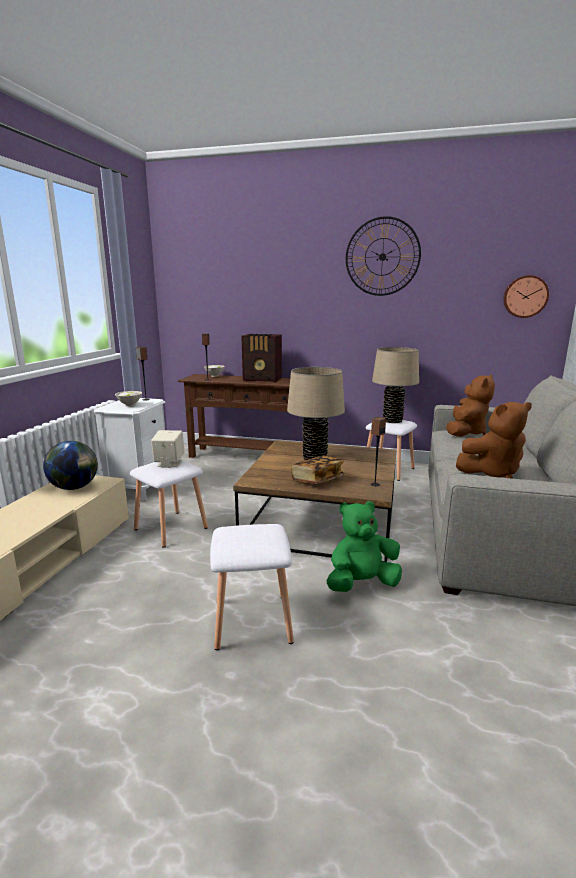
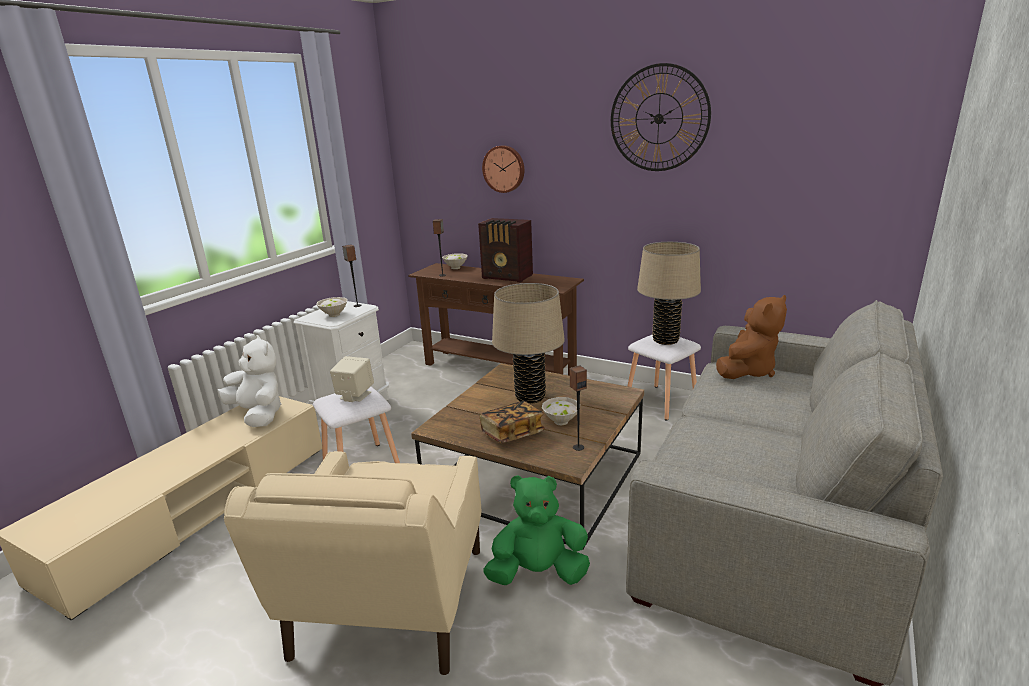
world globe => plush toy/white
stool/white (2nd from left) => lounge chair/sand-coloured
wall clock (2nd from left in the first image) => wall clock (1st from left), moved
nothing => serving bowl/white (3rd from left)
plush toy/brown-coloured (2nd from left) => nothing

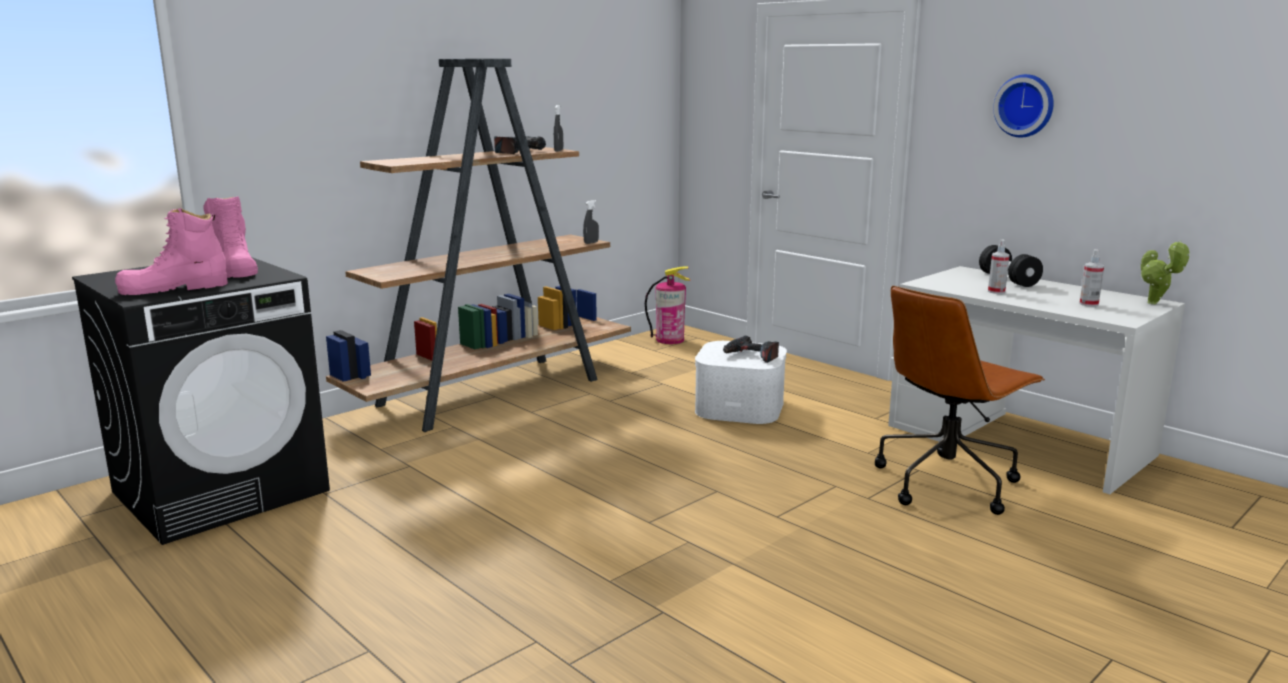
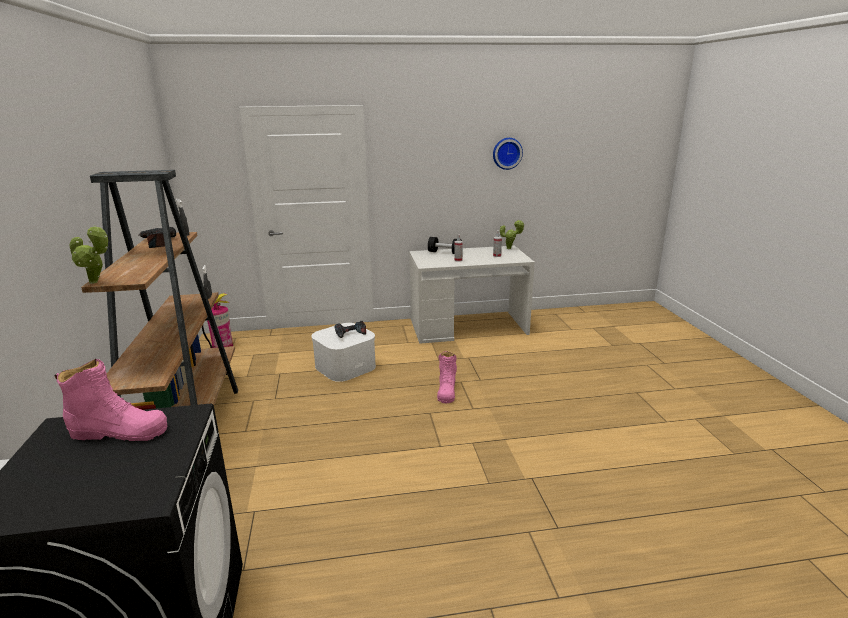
nothing => potted plant (1st from left)
high-top boot/pinkish (1st from left in the first image) => high-top boot/pinkish (2nd from left), moved
wall clock, moved
desk chair/brown-coloured => nothing

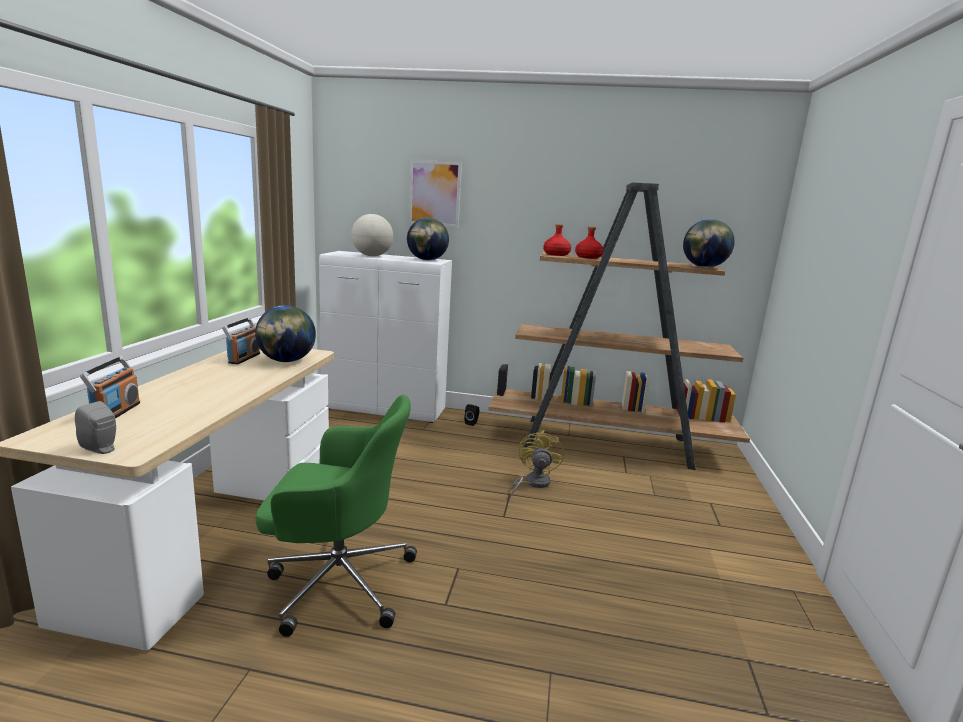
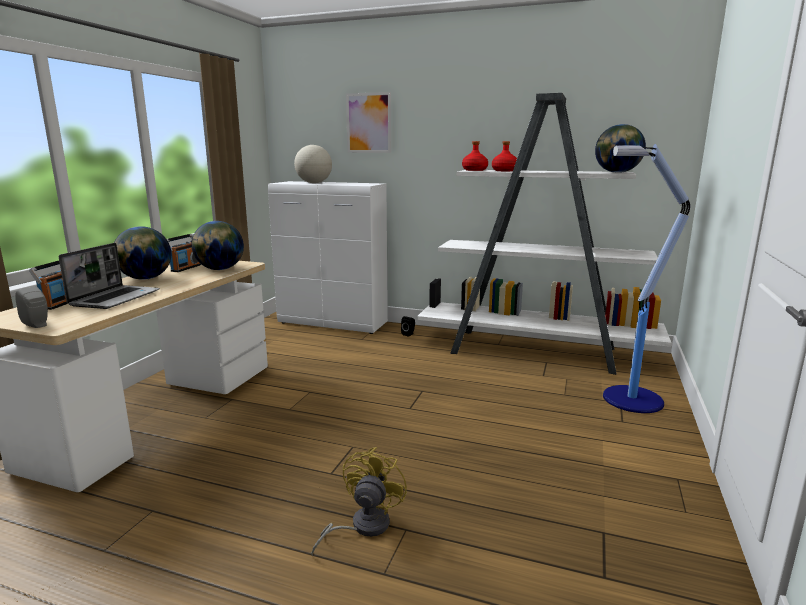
nothing => portable computer
world globe (3rd from left in the first image) => world globe (1st from left), moved
cooling fan/yellowish, moved
shelving unit/brown-coloured => shelving unit/white
nothing => floor lamp
desk chair/green-coloured => nothing

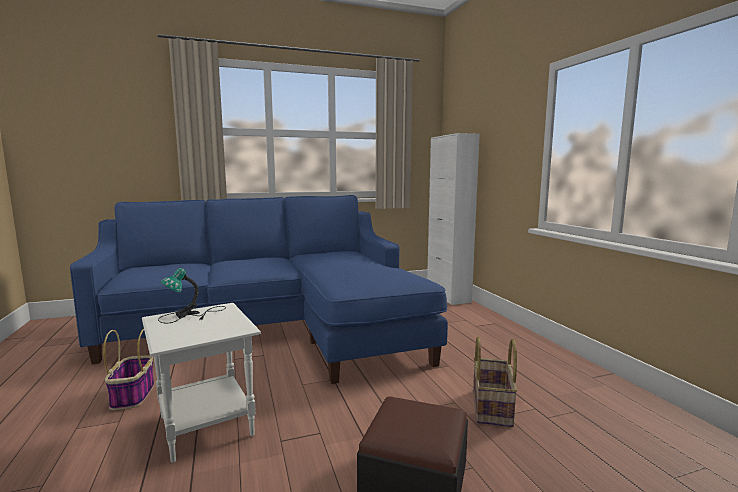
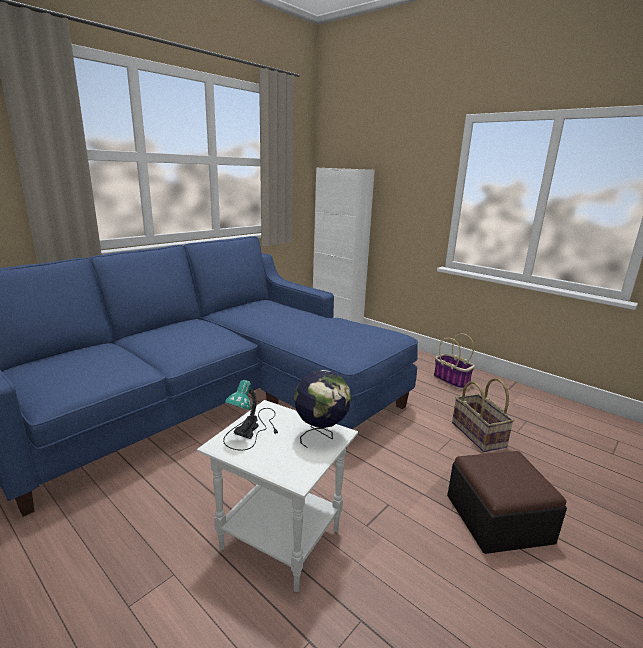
nothing => world globe
household basket (1st from left), moved

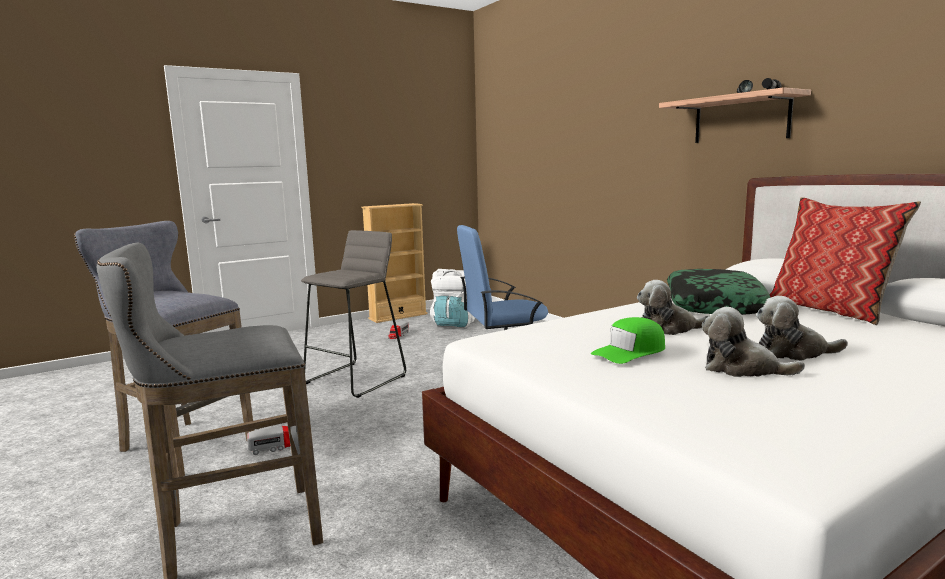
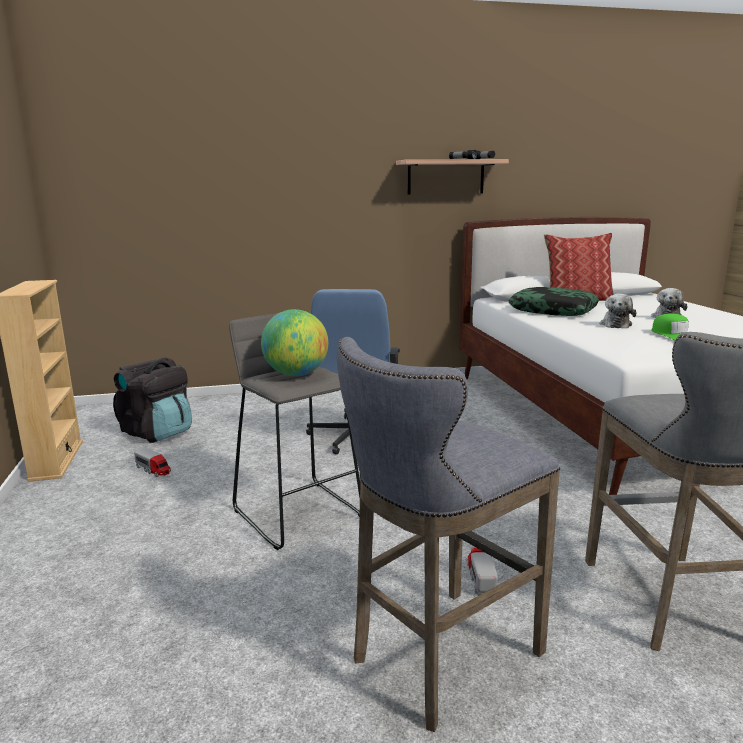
backpack/white => backpack/black-coloured
nothing => world globe
plush toy (2nd from left) => nothing

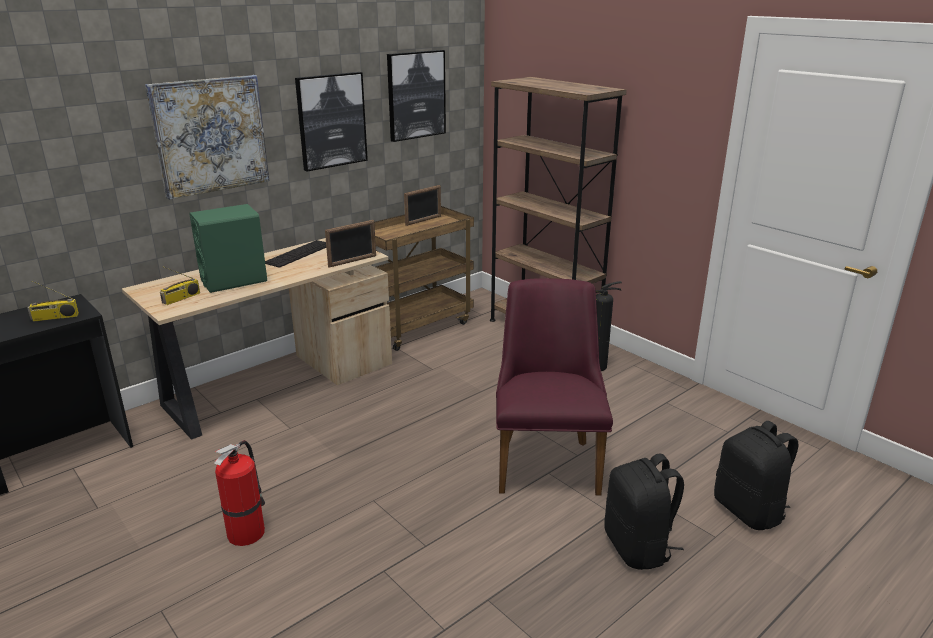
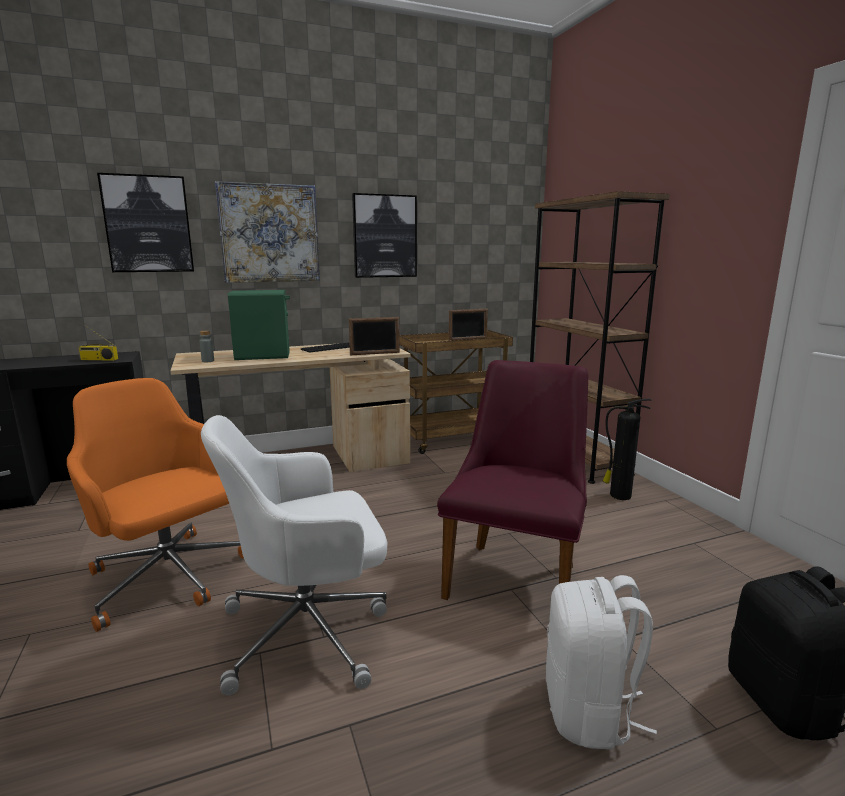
extinguisher (1st from left) => desk chair/orange-coloured
picture (3rd from left in the first image) => picture (1st from left), moved
radio set (2nd from left) => bottle/grey
nothing => desk chair/white
backpack/black-coloured (1st from left) => backpack/white

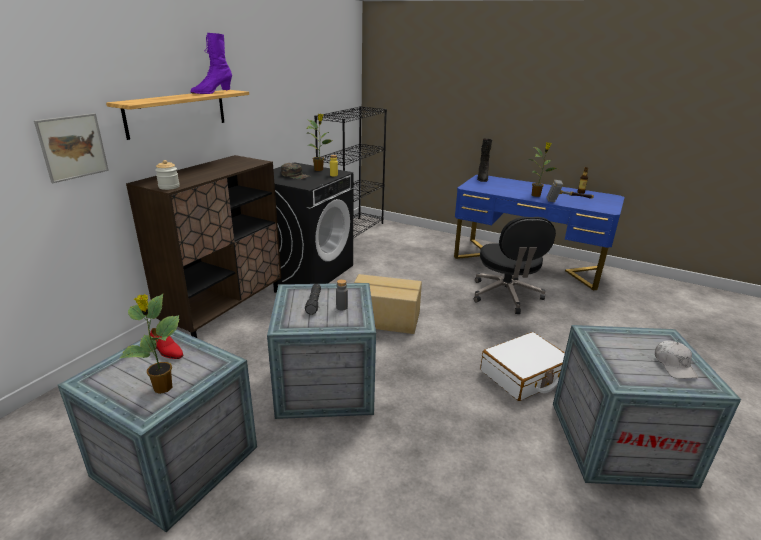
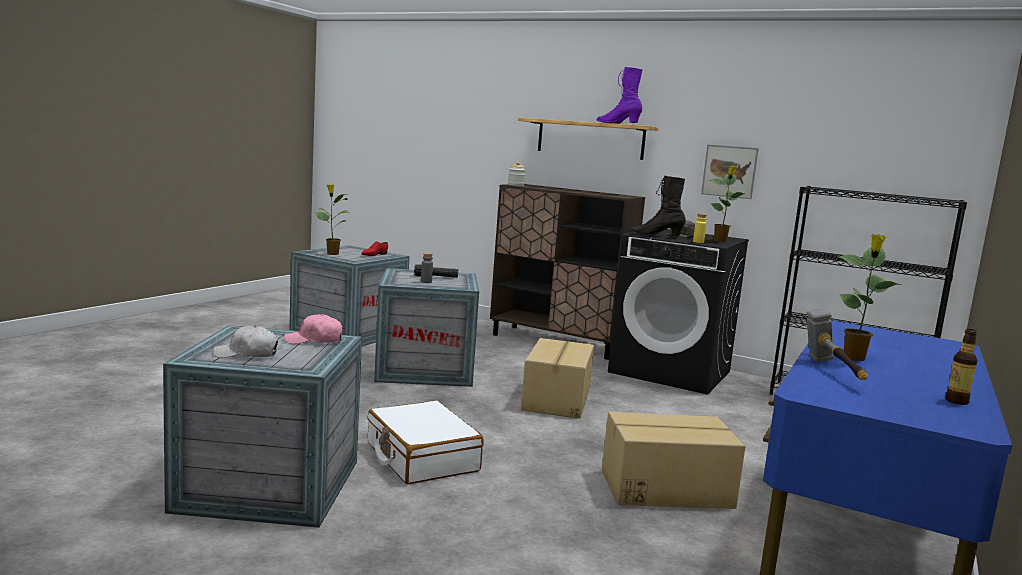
nothing => peaked cap/pinkish
desk chair/black-coloured => carton (2nd from left)
high-top boot/black-coloured, moved
picture, moved

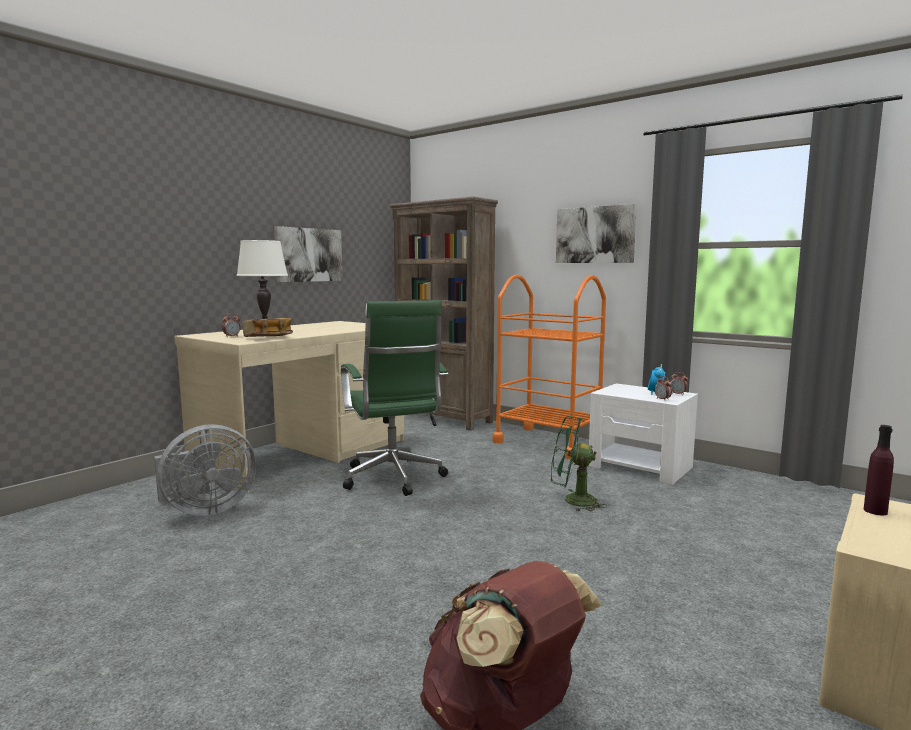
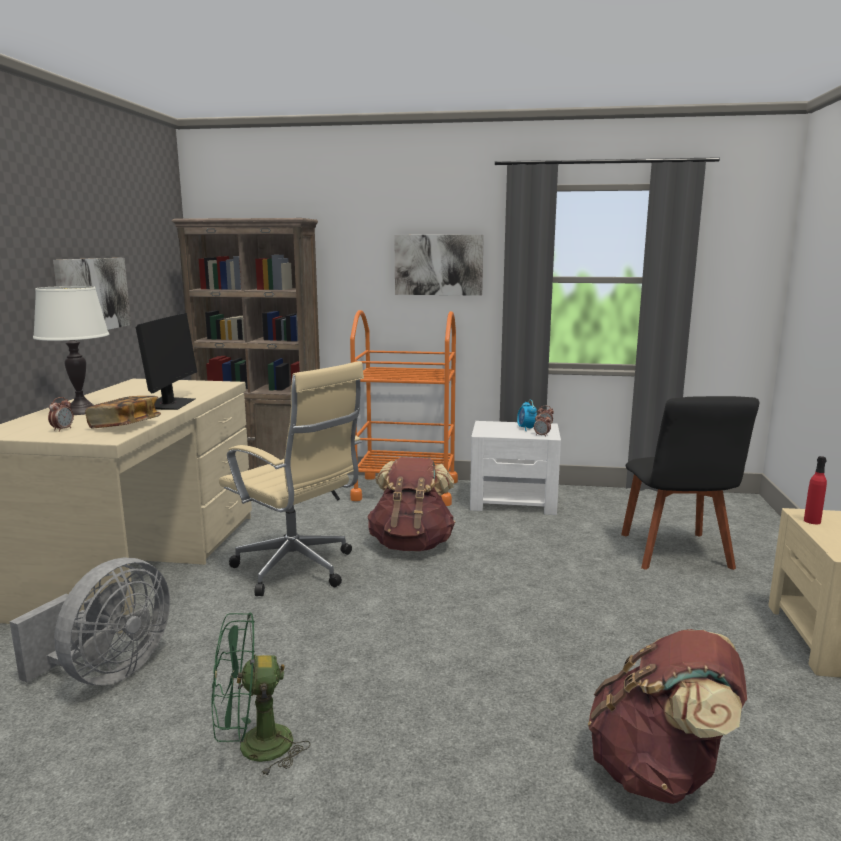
nothing => computer display
cooling fan/green-coloured, moved
desk chair/green-coloured => desk chair/sand-coloured
nothing => backpack/brown-coloured (1st from left)
nothing => upright chair/black-coloured
bottle/purple => bottle/red-coloured

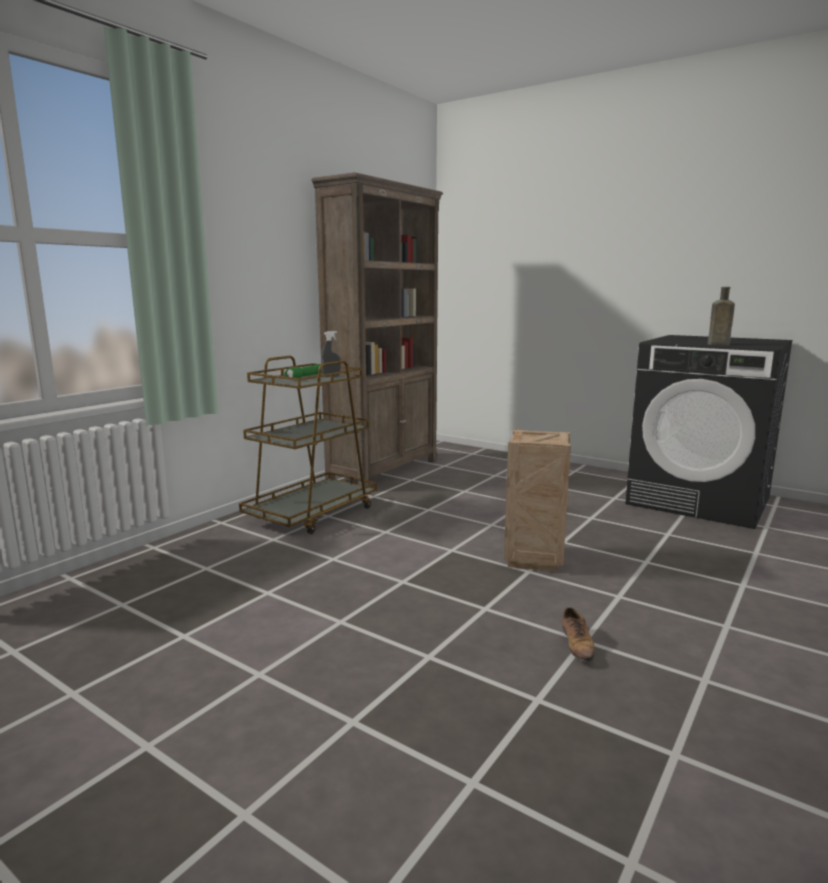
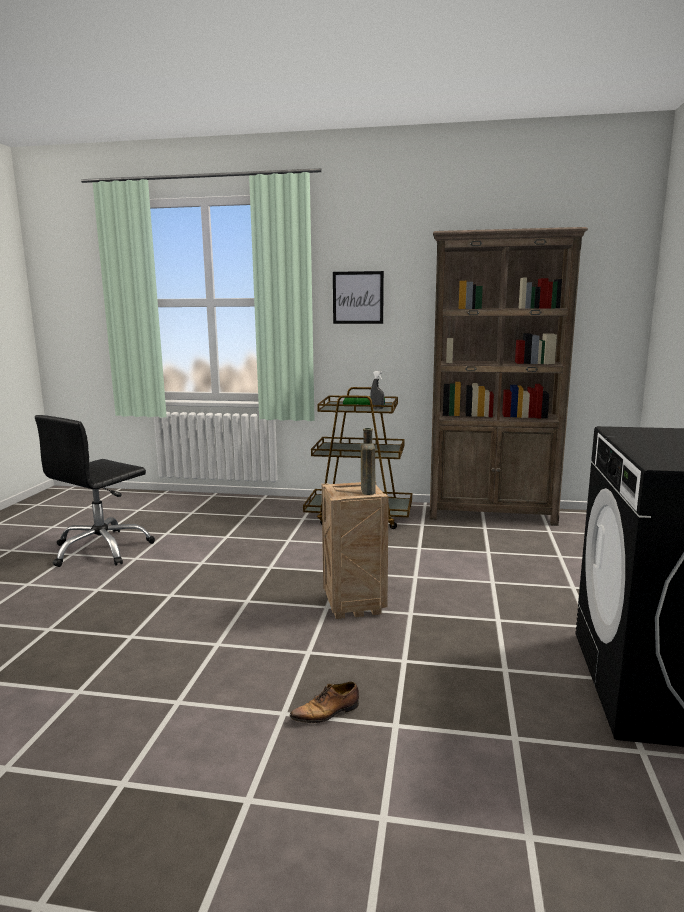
nothing => desk chair/black-coloured
low shoe, moved
nothing => picture
bottle/brown-coloured, moved

